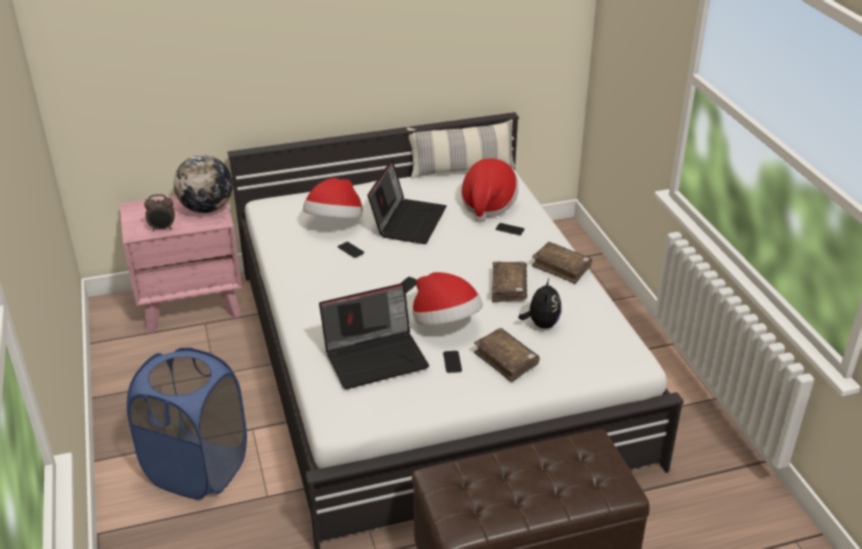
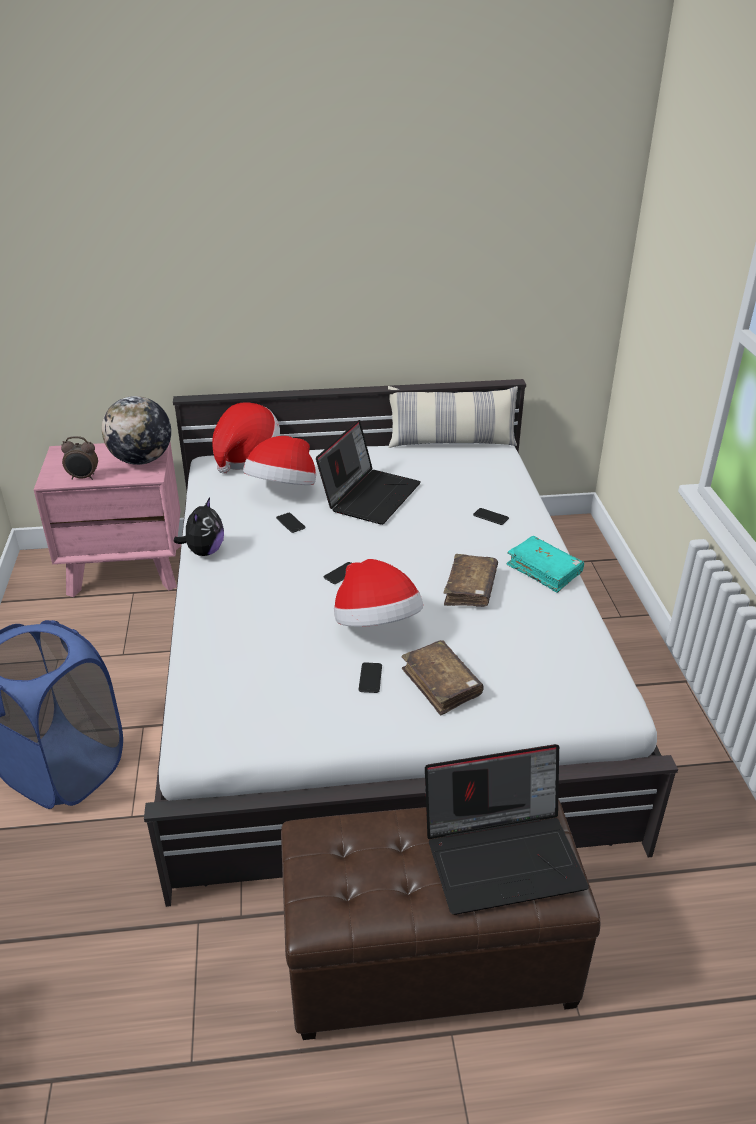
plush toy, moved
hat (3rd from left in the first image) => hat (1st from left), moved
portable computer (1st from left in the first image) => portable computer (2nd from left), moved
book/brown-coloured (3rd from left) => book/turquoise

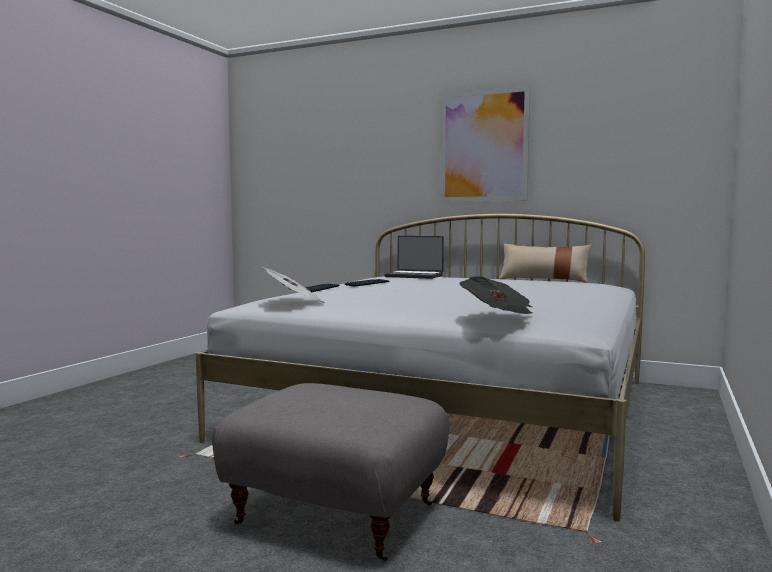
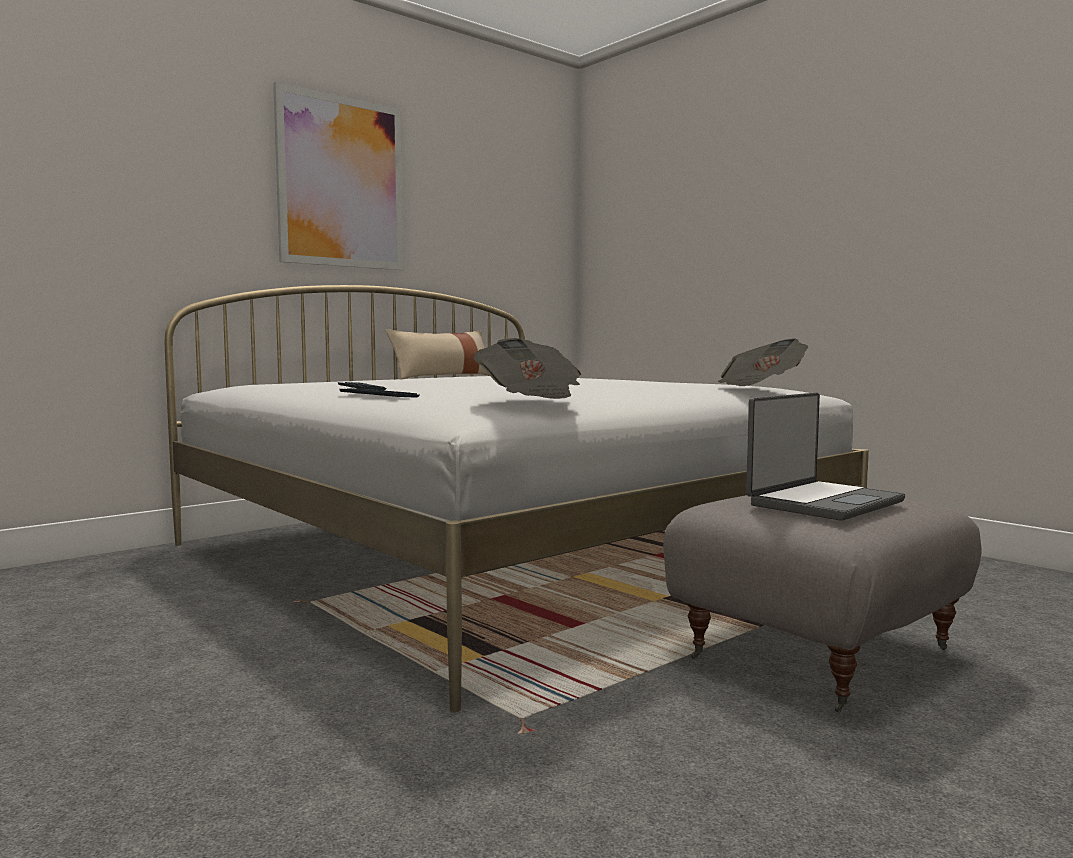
portable computer, moved

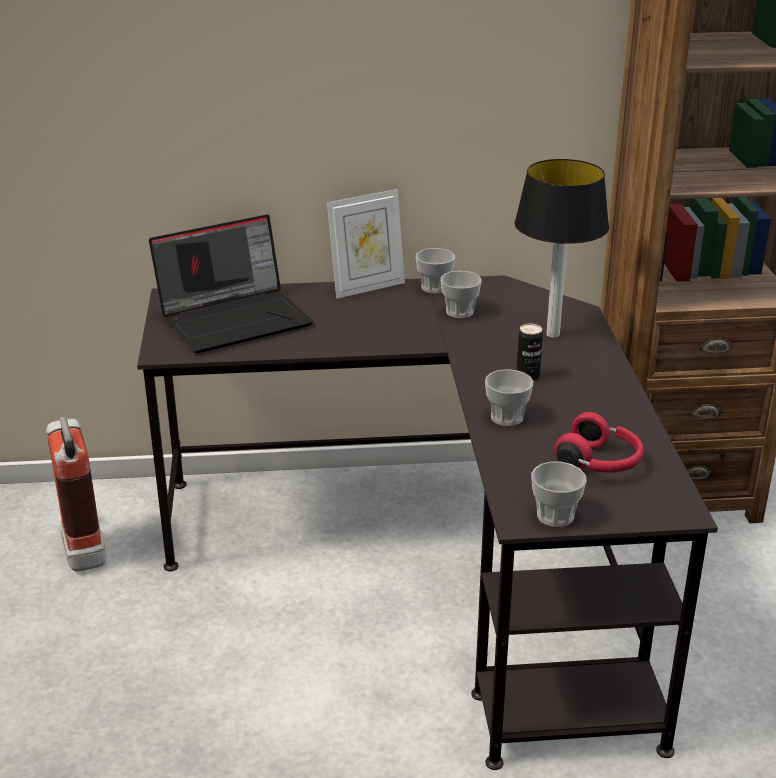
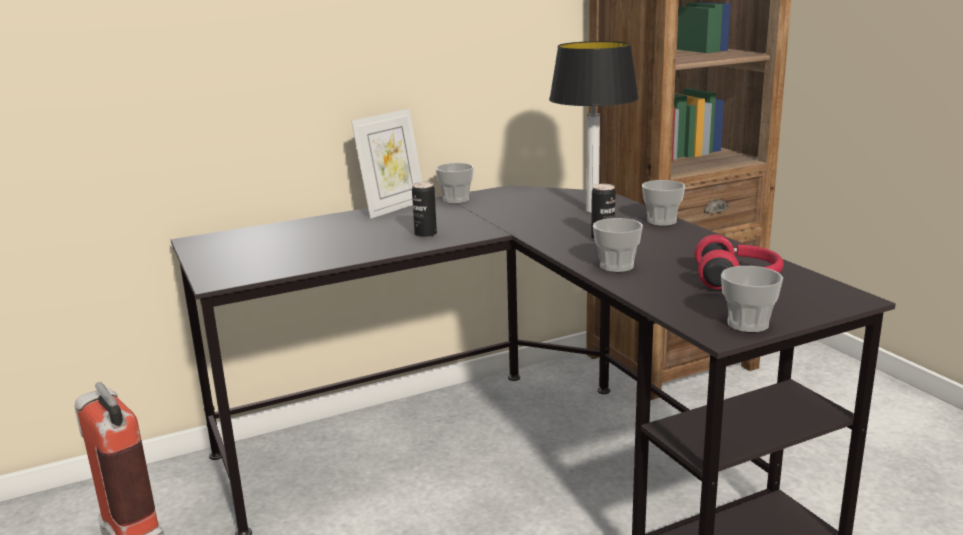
nothing => sealed can (1st from left)
cup (2nd from left in the first image) => cup (3rd from left), moved
portable computer => nothing

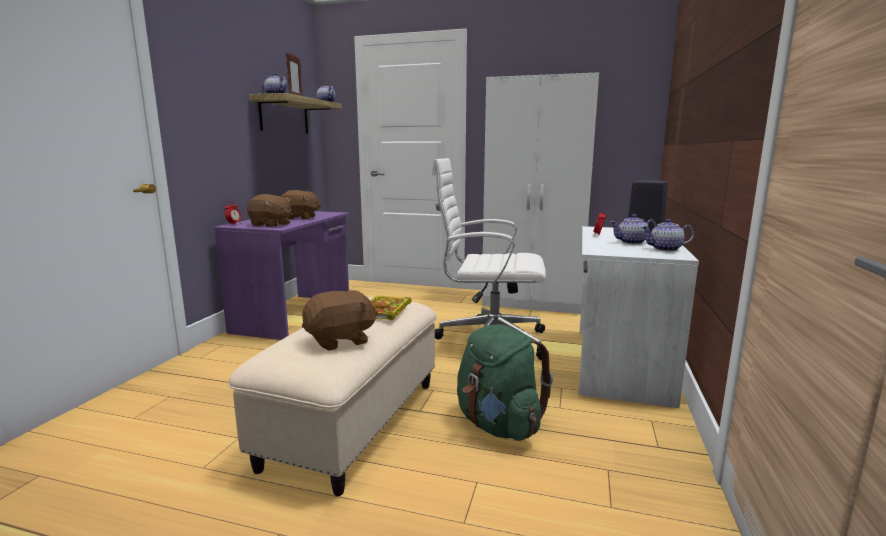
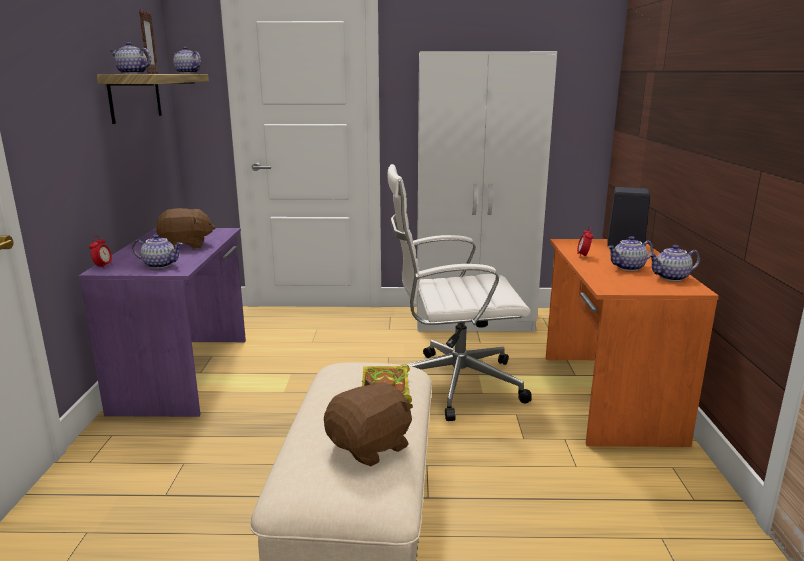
plush toy/brown-coloured (1st from left) => tea pot (2nd from left)
desk table/white => desk table/orange-coloured
backpack/green-coloured => nothing

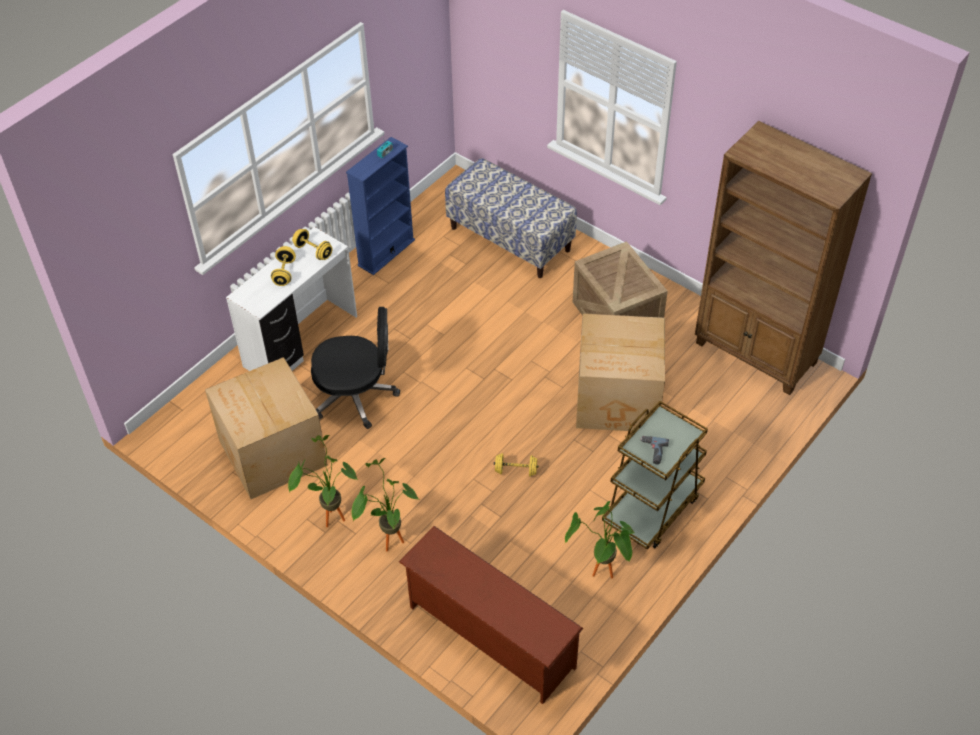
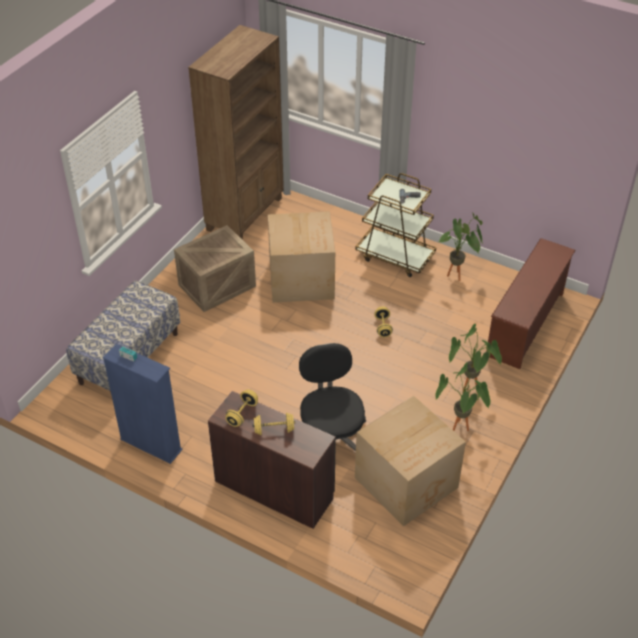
desk table/white => desk table/brown-coloured

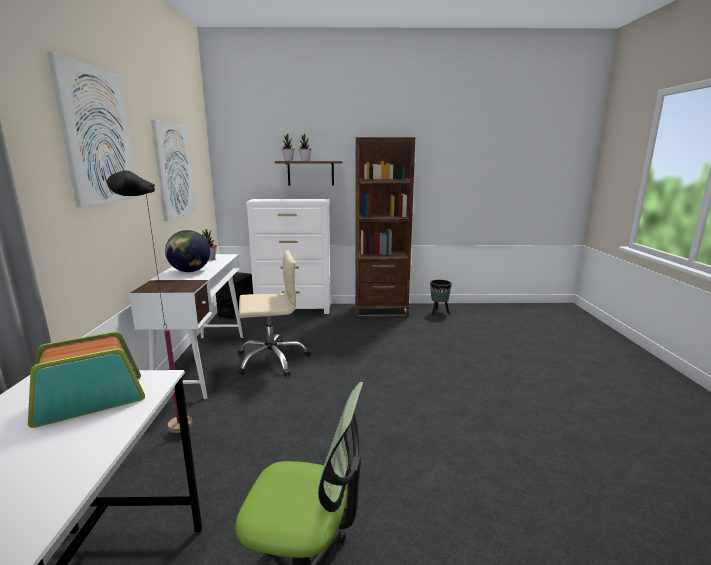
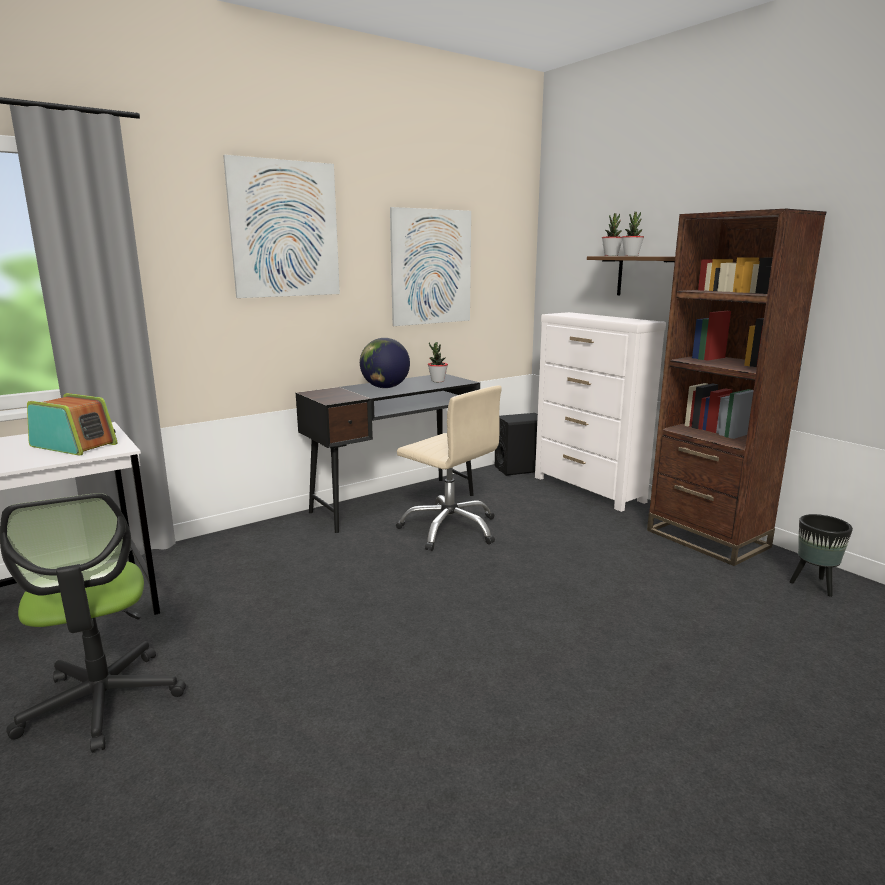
desk table/white (2nd from left) => desk table/black-coloured
floor lamp/black-coloured => nothing

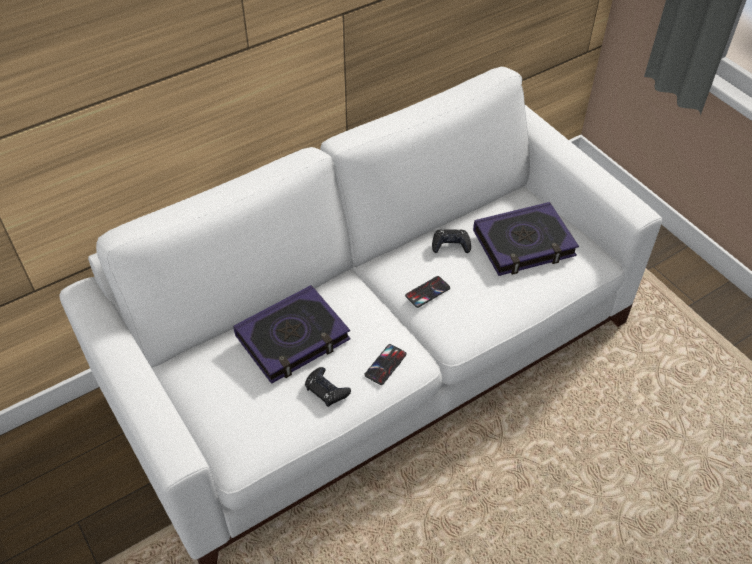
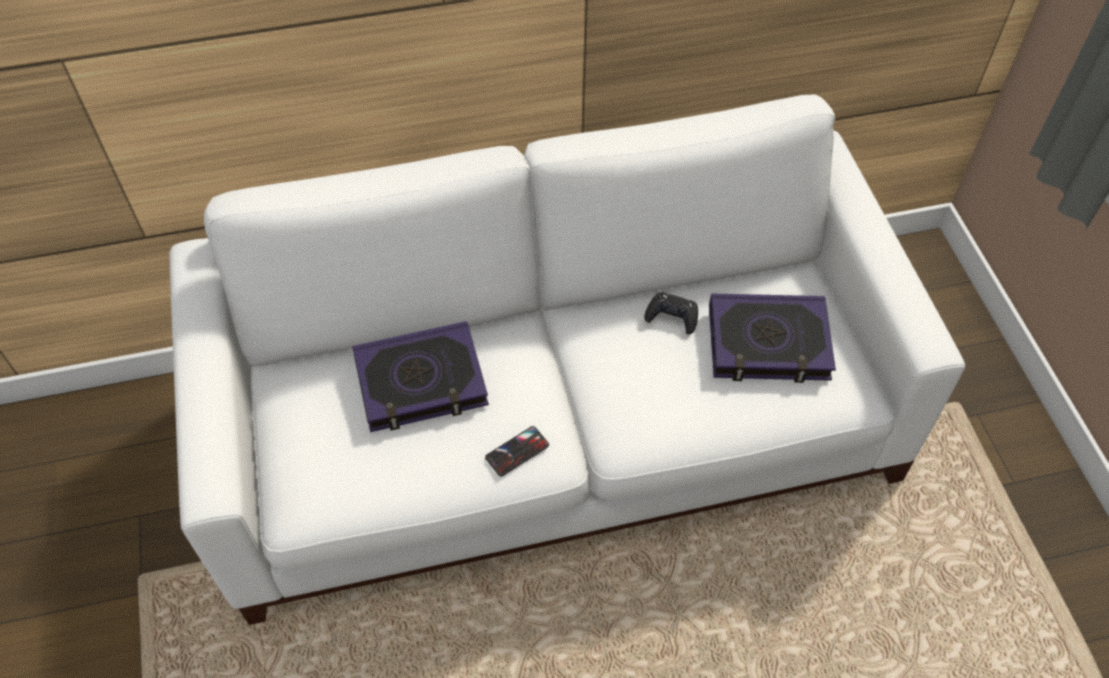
joypad/black-coloured (1st from left) => nothing
handset (2nd from left) => nothing

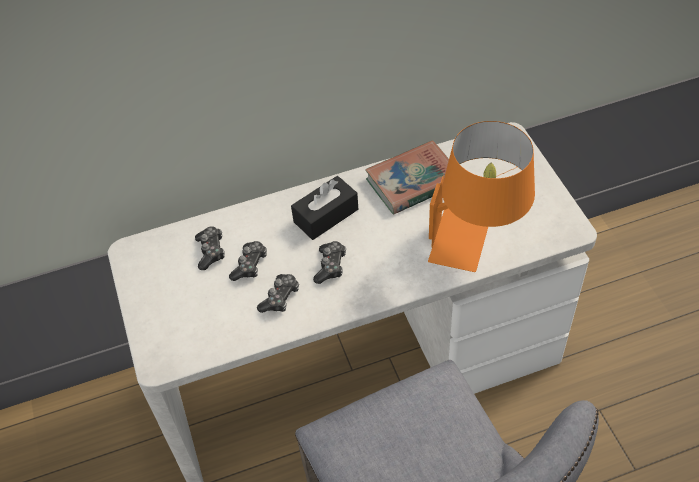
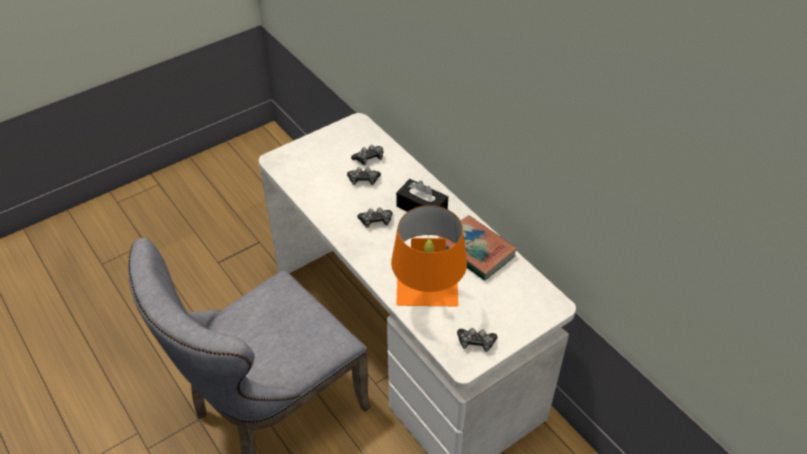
joypad (3rd from left in the first image) => joypad (4th from left), moved

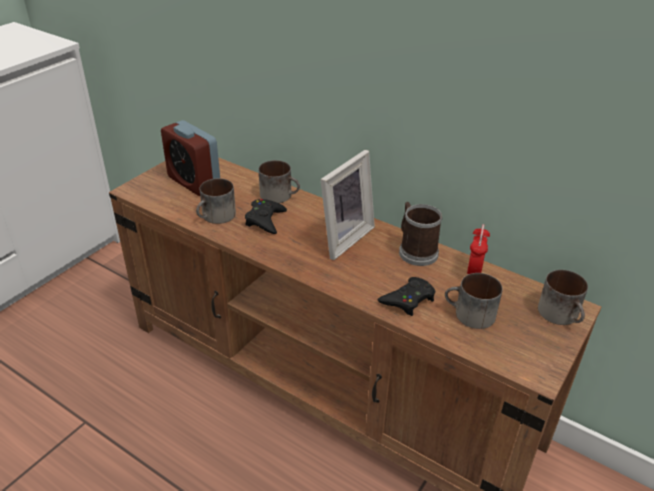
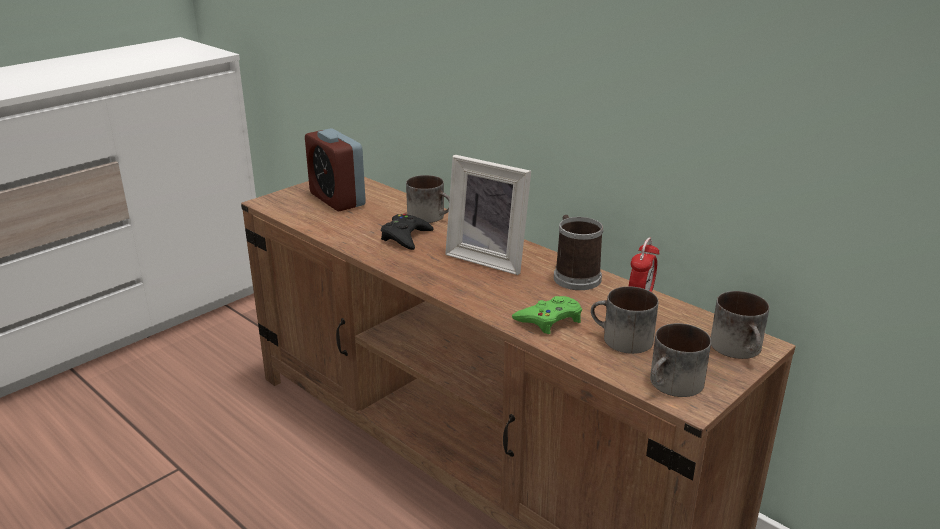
picture frame, 75 degrees clockwise
joypad/black-coloured (2nd from left) => joypad/green-coloured
tea mug (1st from left in the first image) => tea mug (4th from left), moved

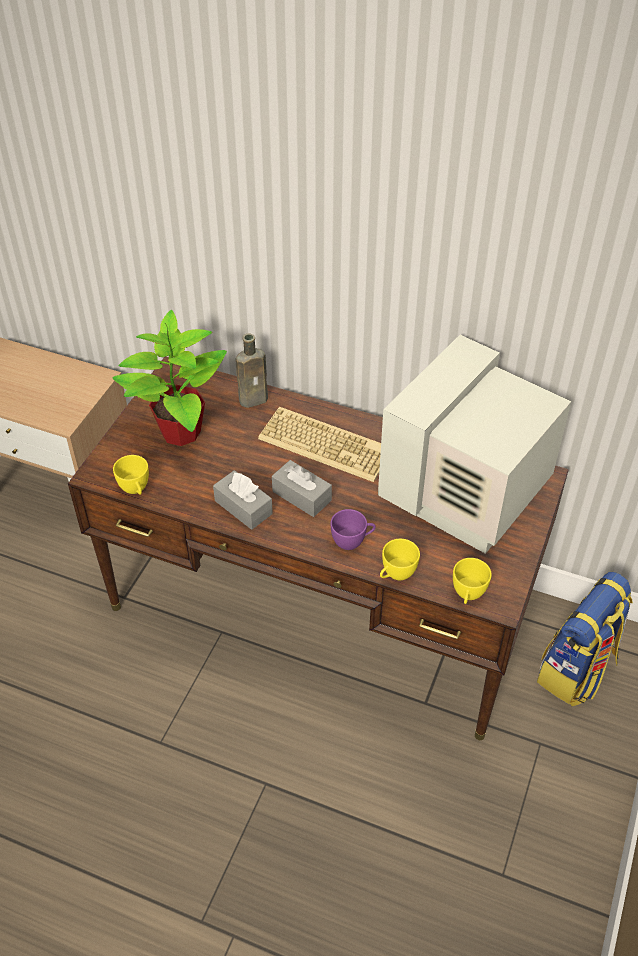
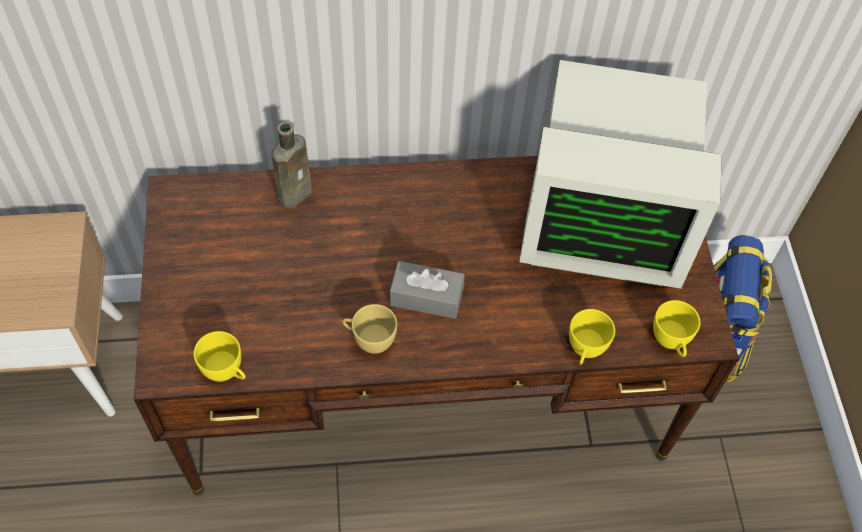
box of tissues/grey (1st from left) => cup/yellowish (2nd from left)
computer display, 90 degrees counterclockwise
potted plant => nothing
keyboard => nothing
cup/purple => nothing

